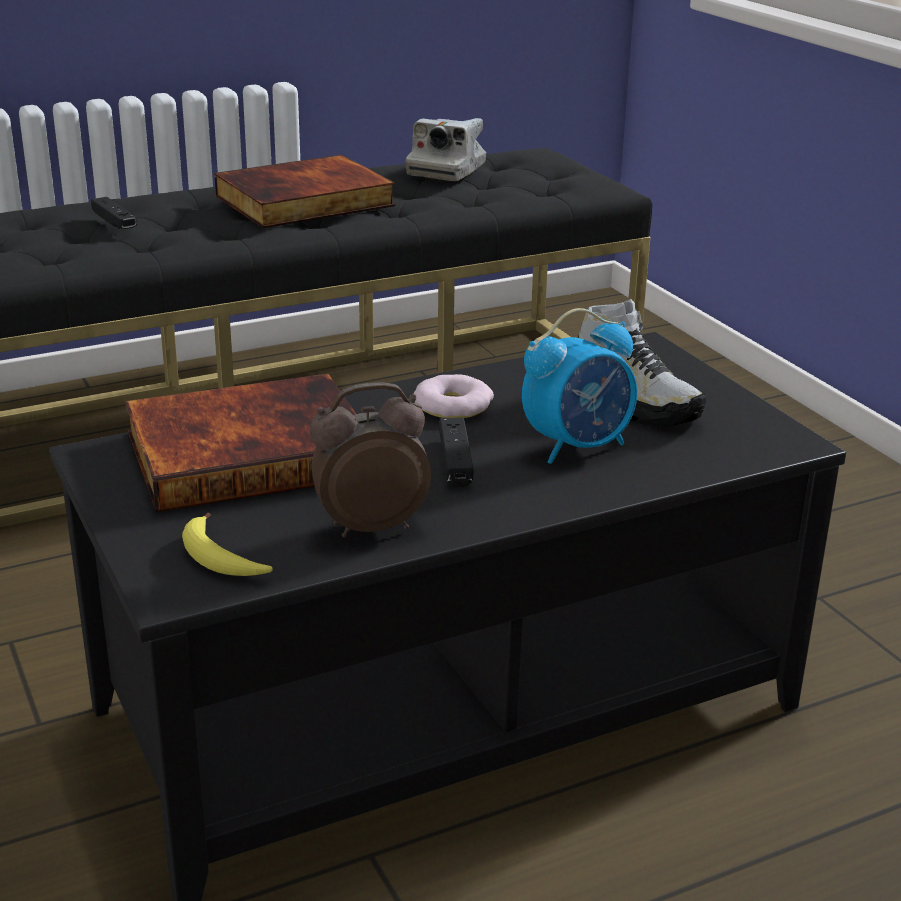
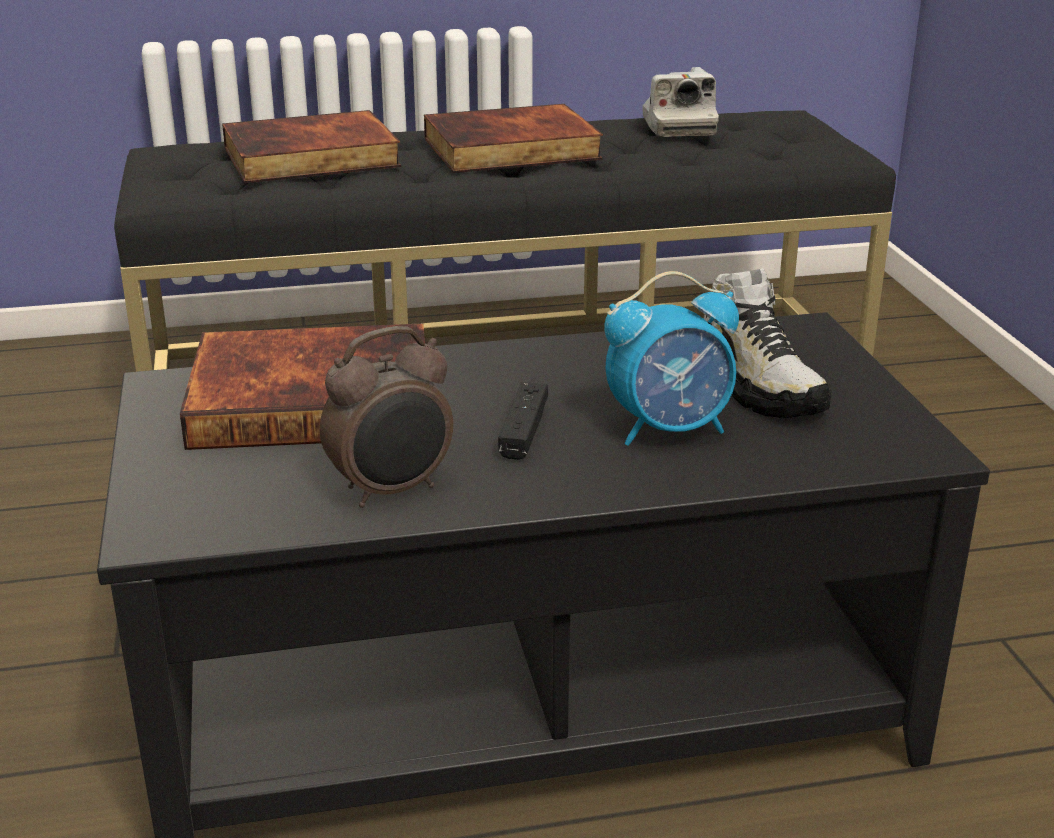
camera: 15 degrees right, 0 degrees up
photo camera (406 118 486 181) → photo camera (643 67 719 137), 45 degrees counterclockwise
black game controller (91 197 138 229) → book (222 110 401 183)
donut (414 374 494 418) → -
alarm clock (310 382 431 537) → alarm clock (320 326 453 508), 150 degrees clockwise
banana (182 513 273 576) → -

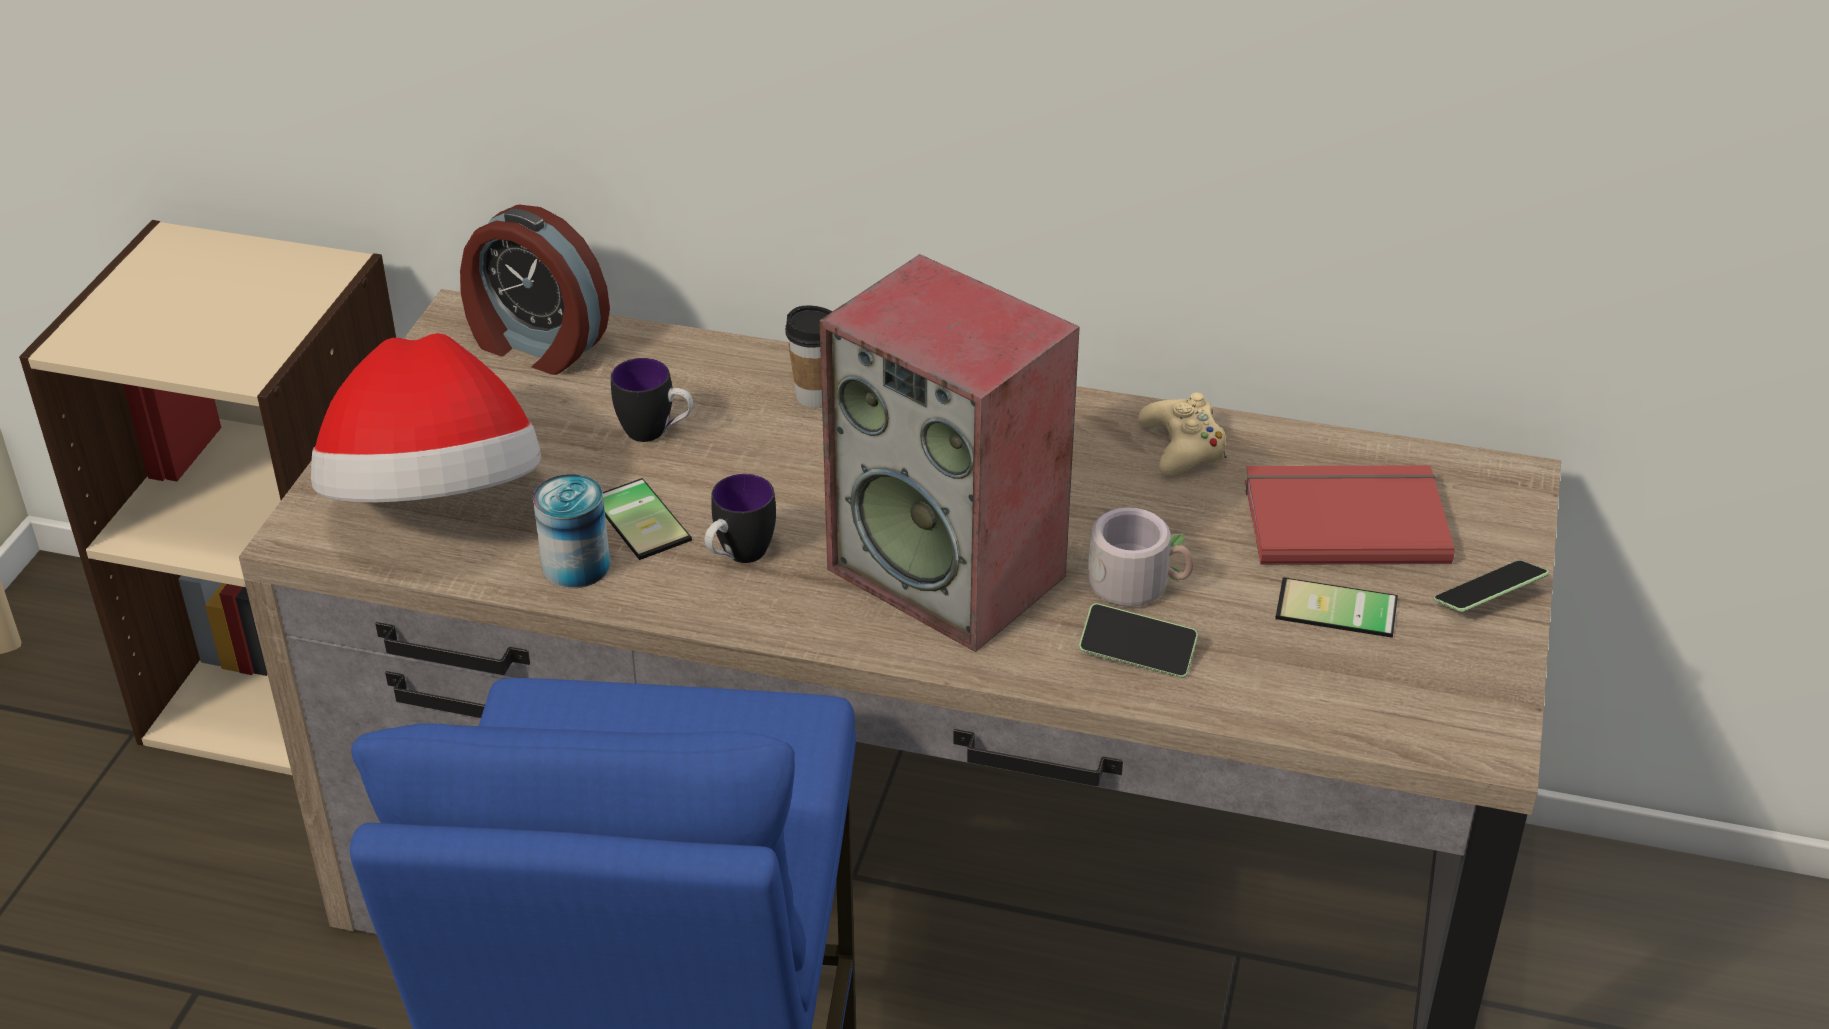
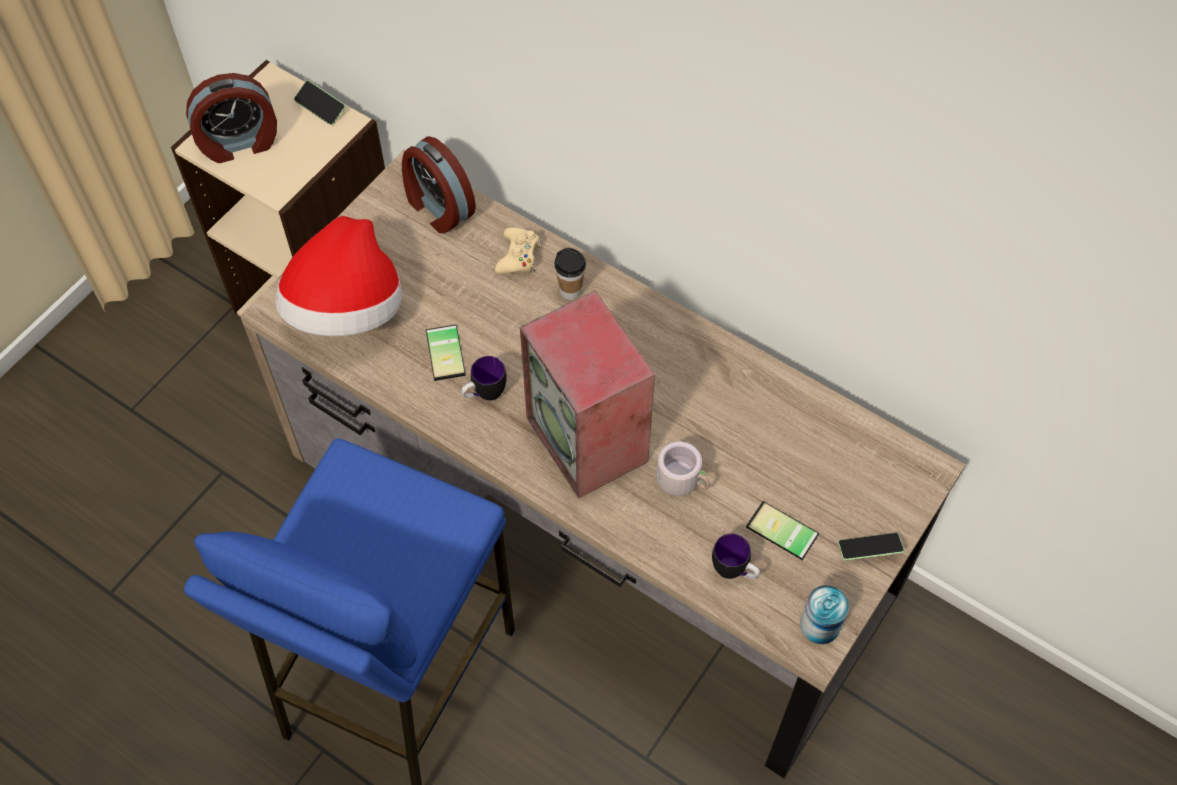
camera: 20 degrees right, 20 degrees up
mug (611 358 693 442) → mug (712 533 760 579), shifted
beige game controller (1138 392 1227 475) → beige game controller (495 227 541 274), shifted
red book (1245 465 1455 565) → -
can (533 474 610 588) → can (800 585 849 644), shifted
phone (1079 603 1198 678) → phone (294 80 346 125), shifted
- → alarm clock (186 73 277 163)

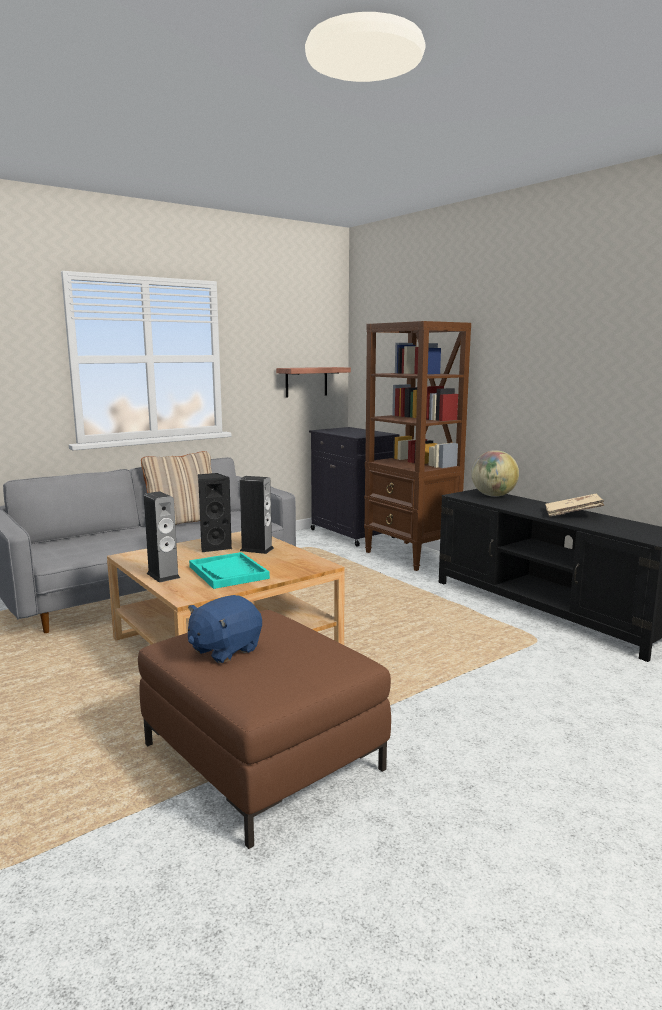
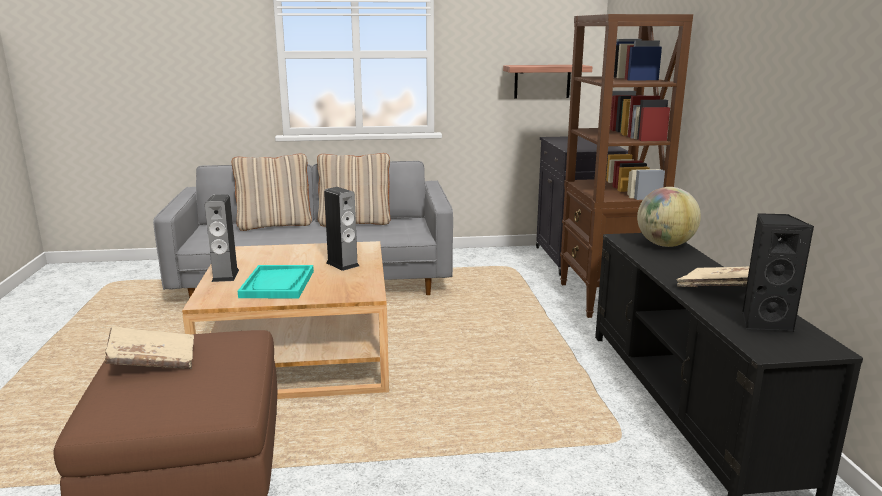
camera: 30 degrees right, 5 degrees up
black speaker (198 473 232 552) → black speaker (742 213 814 332), shifted
blue plush toy (188 595 262 663) → beige book (105 326 194 369)
- → beige pillow (232 154 312 231)

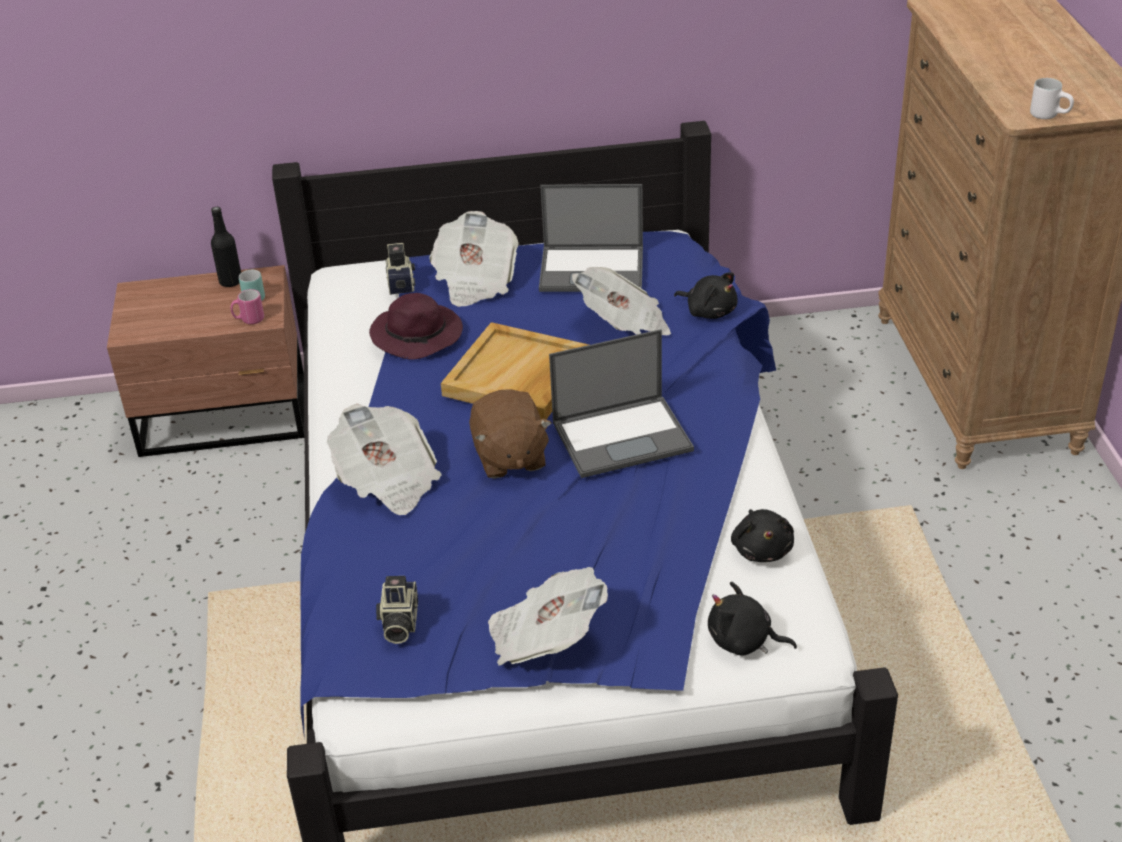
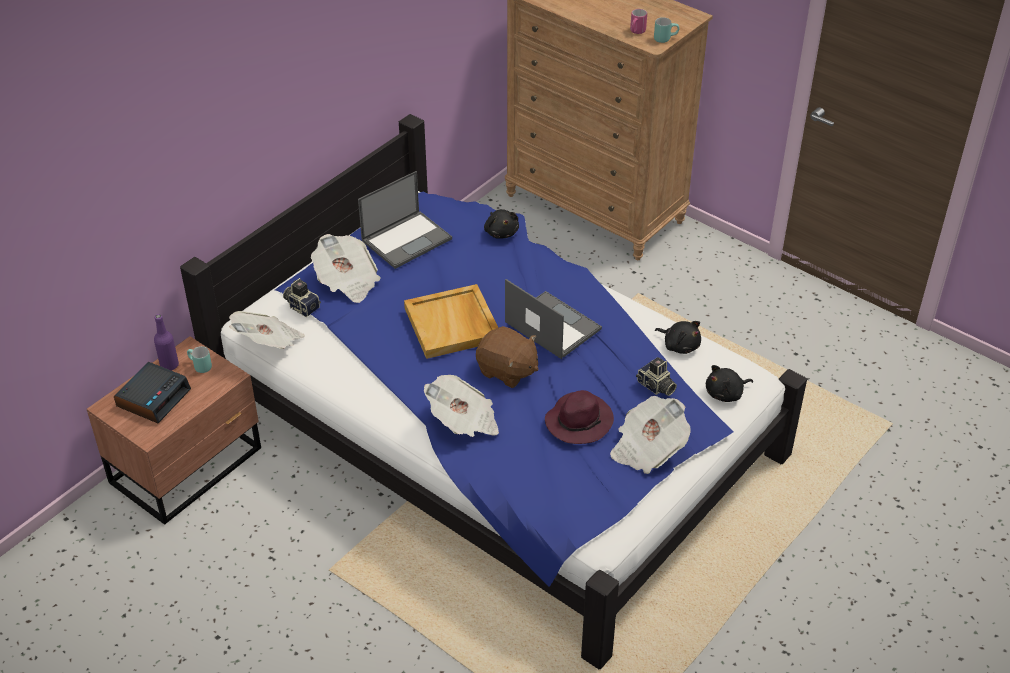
camera: 45 degrees left, 5 degrees up
white mug (1030 78 1074 119) → turquoise mug (654 17 679 43)
black bottle (211 207 241 287) → purple bottle (154 314 179 371)
newspaper (572 267 671 335) → newspaper (229 311 305 349), shifted
black plush toy (674 272 738 319) → black plush toy (484 209 519 239), 75 degrees clockwise
pink mug (231 289 264 324) → pink mug (630 9 647 34), shifted
purple hat (369 293 463 360) → purple hat (545 390 614 444), shifted
laptop (549 329 694 478) → laptop (505 279 602 359), 75 degrees counterclockwise
photo camera (376 576 418 644) → photo camera (636 357 677 396), shifted
- → alarm clock (114 362 191 423)

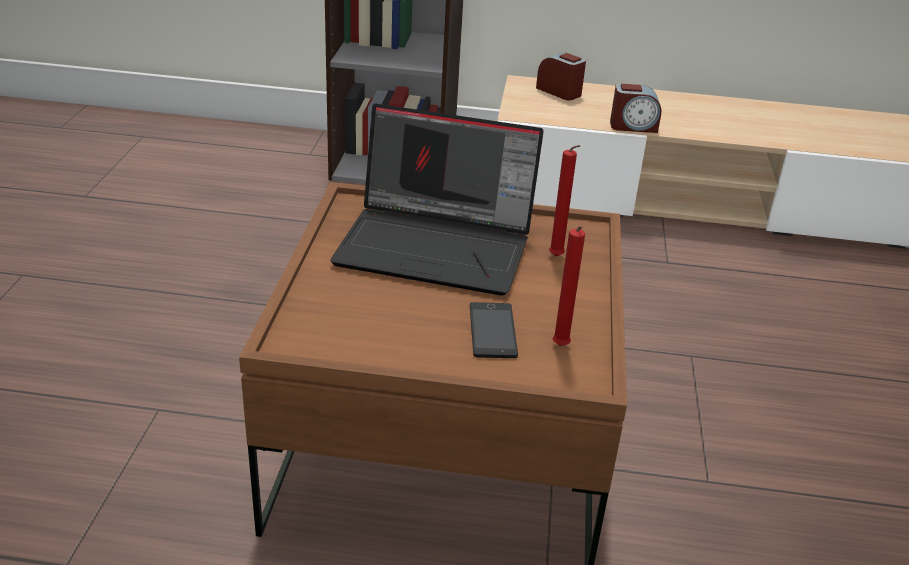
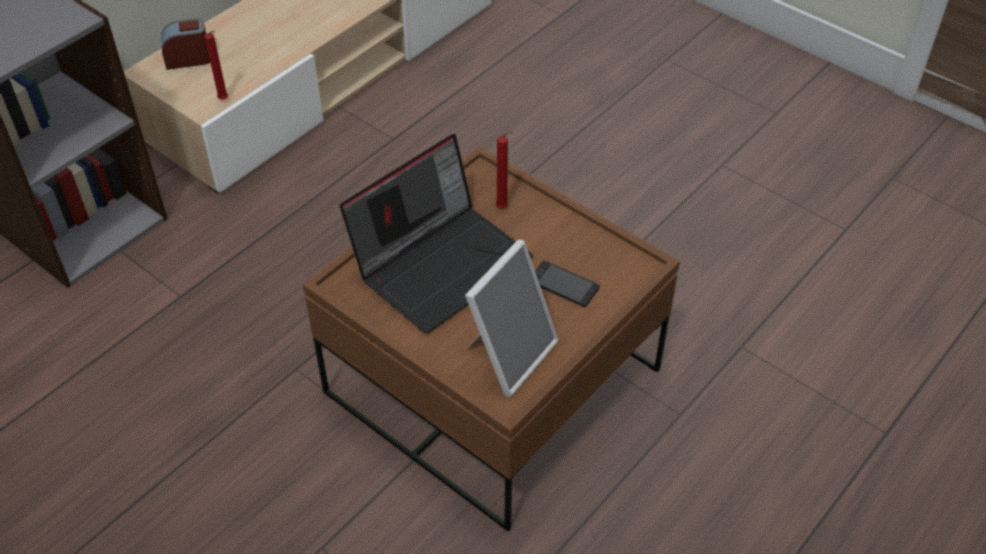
camera: 55 degrees left, 15 degrees up
alarm clock (610 83 661 133) → -
red candle (552 226 585 346) → red candle (205 31 228 100), shifted
- → picture frame (465 239 559 397)

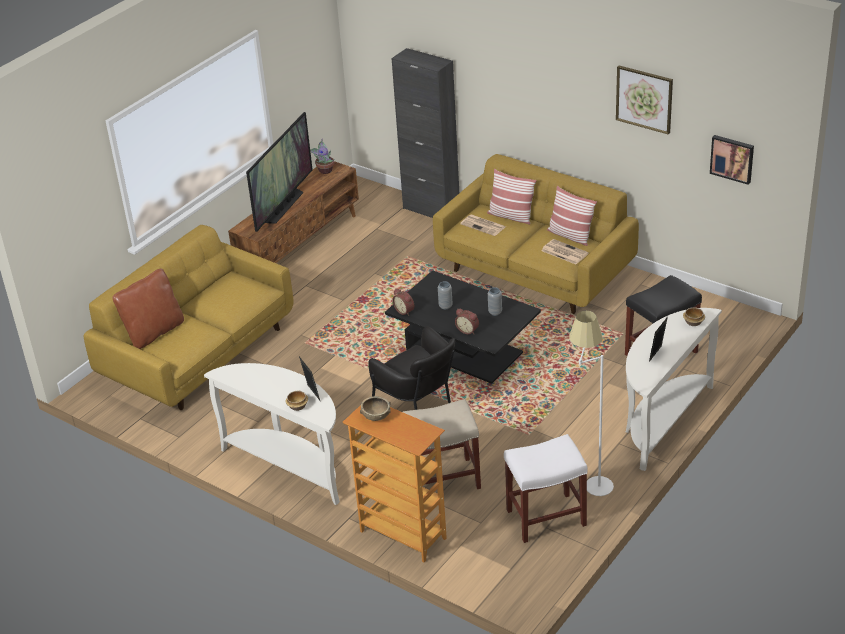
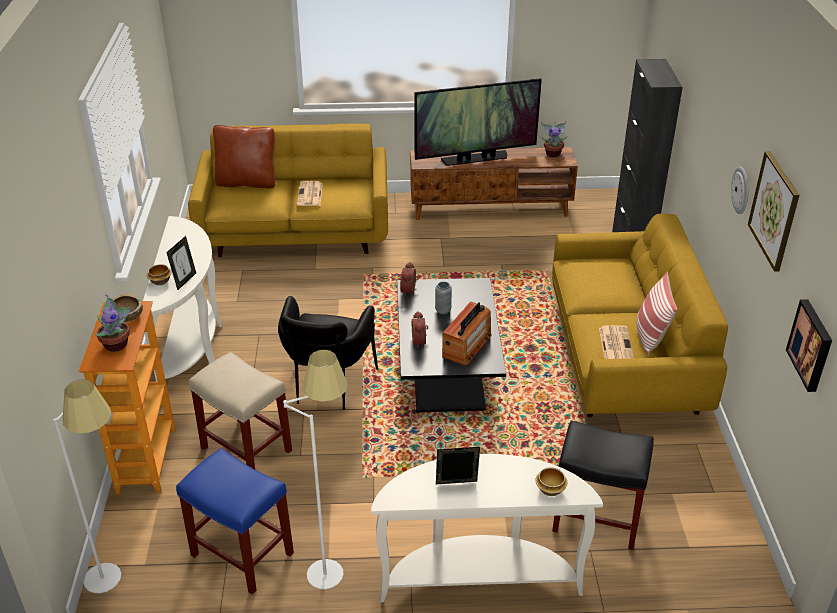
camera: 50 degrees right, 0 degrees up
pillow (487 169 537 224) → -
newspaper (460 214 506 236) → newspaper (297 181 323 206), shifted
grey vase (488 287 502 316) → radio (442 301 492 366)
white stool (504 434 588 543) → blue stool (176 448 294 594)
- → wall clock (731 166 749 214)
- → potted plant (94 294 133 352)
- → white floor lamp (53 379 121 593)

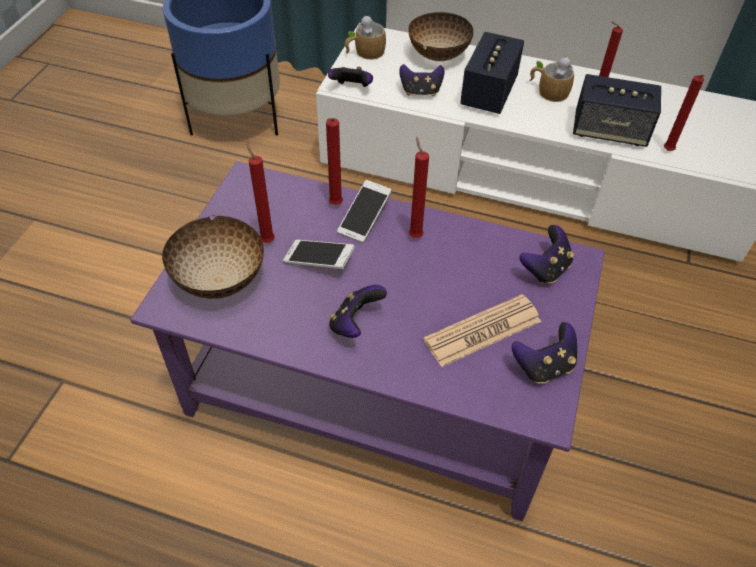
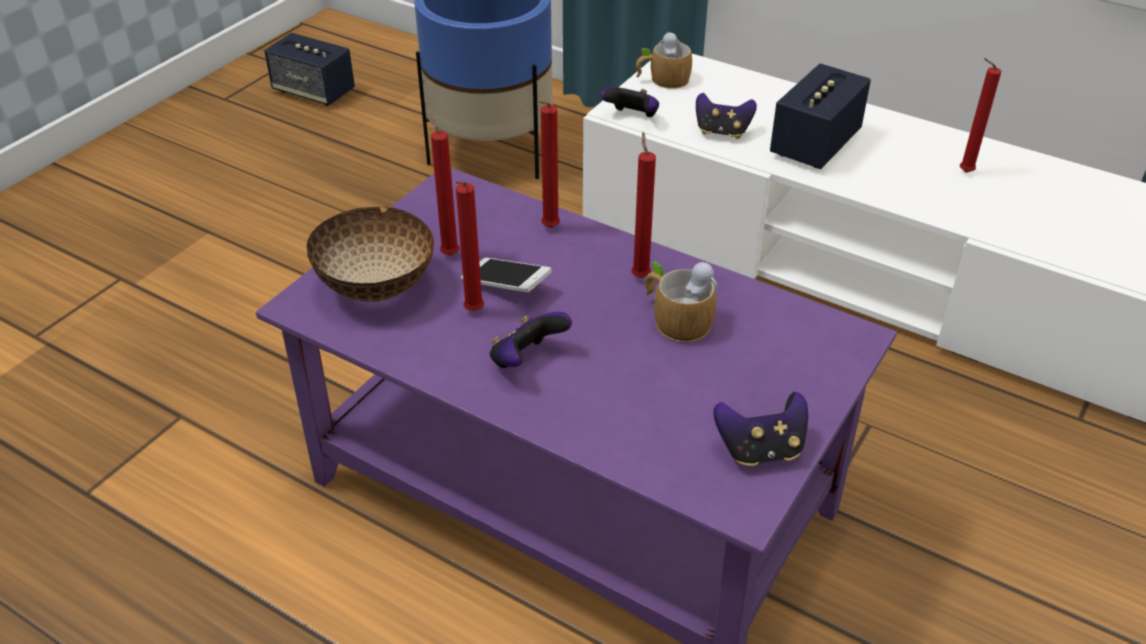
camera: 15 degrees right, 10 degrees down
bowl (409 12 474 61) → -
mug (530 56 574 102) → mug (644 260 718 342), shifted
speaker (573 74 661 147) → speaker (264 33 355 106), shifted
red candle (664 75 705 151) → red candle (455 181 484 311), shifted
phone (337 180 392 243) → -
game controller (519 225 574 284) → -
newspaper (423 294 541 367) → -

